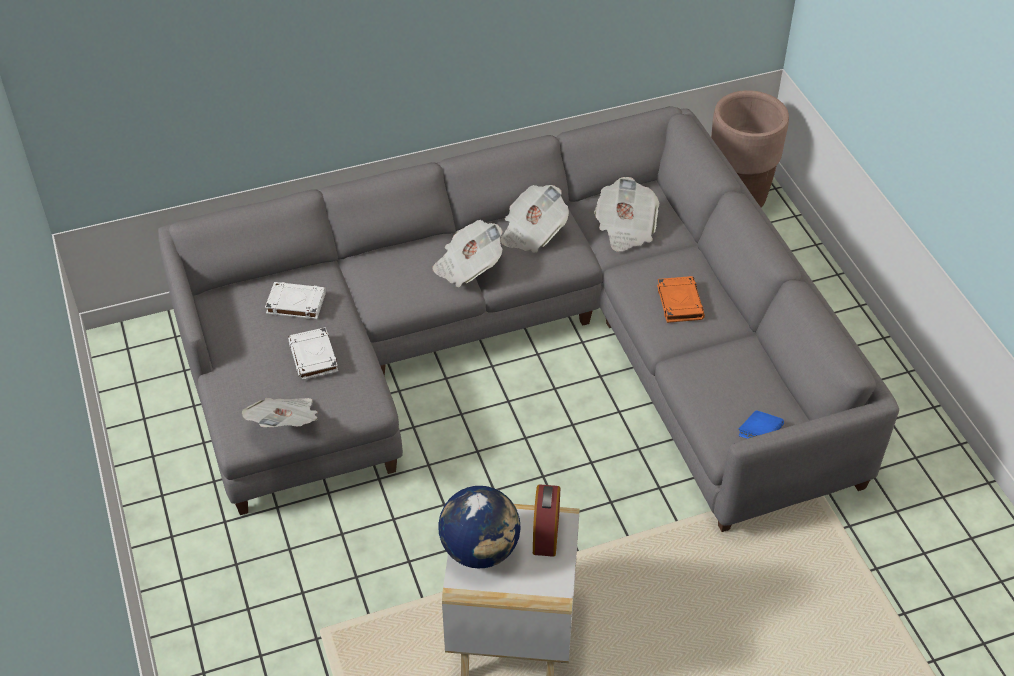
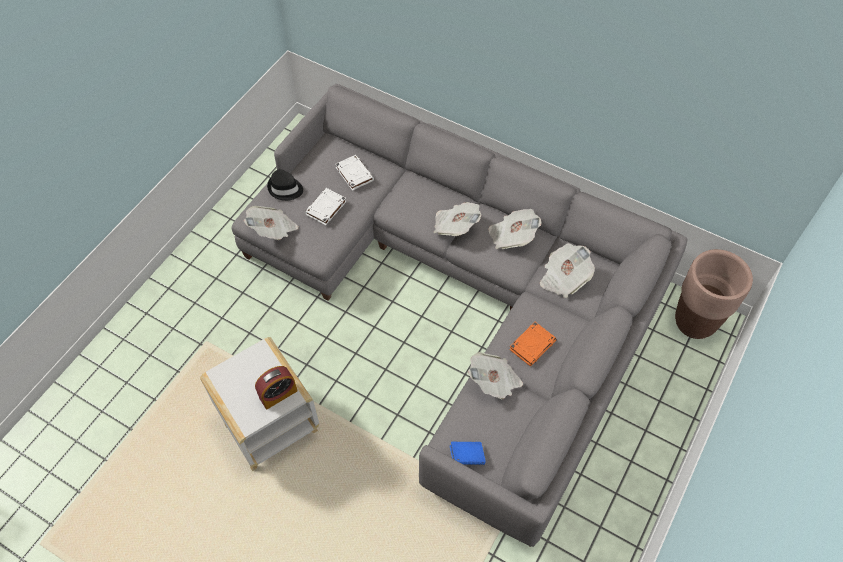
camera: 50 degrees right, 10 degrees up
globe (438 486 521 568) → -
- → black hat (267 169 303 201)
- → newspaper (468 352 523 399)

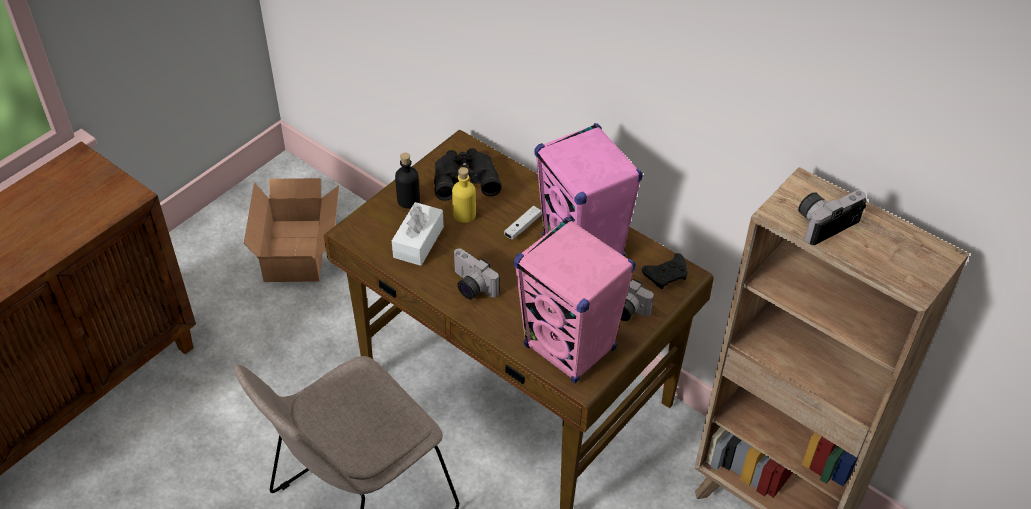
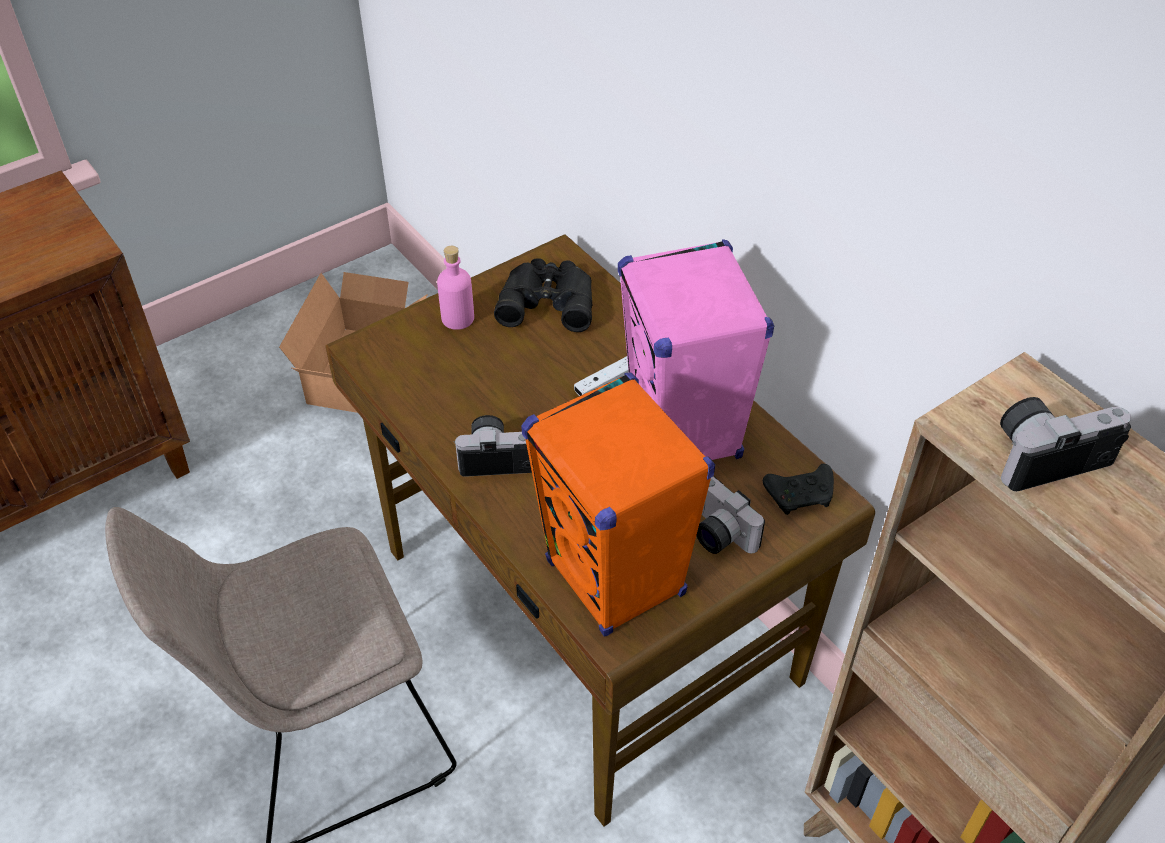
camera: 15 degrees right, 0 degrees up
black bottle (395 153 420 209) → pink bottle (437 246 474 330)
yellow bottle (452 167 476 223) → -
white tissue box (392 202 444 266) → -
pink speaker (514 217 636 383) → orange speaker (521 373 715 637)
photo camera (454 248 500 299) → photo camera (454 415 532 477), 120 degrees clockwise

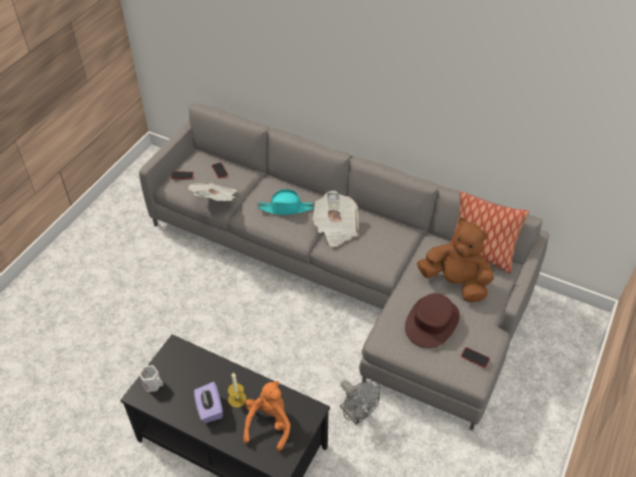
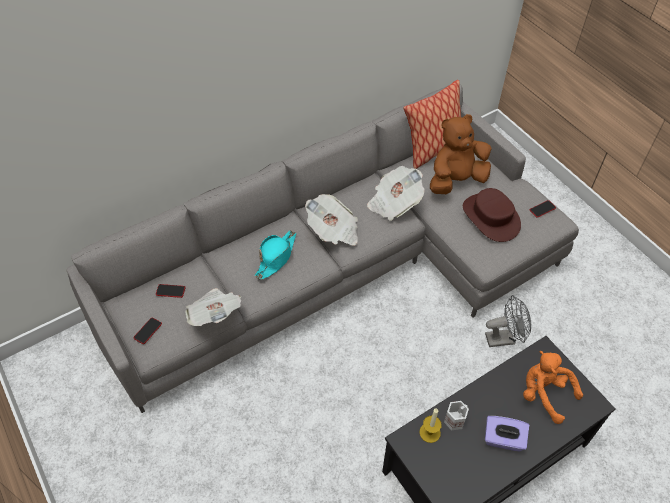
camera: 60 degrees left, 5 degrees up
white mug (139 365 163 392) → white mug (444 401 469 430), shifted
candle (228 373 247 408) → candle (419 408 442 443), shifted
- → newspaper (367 166 425 221)

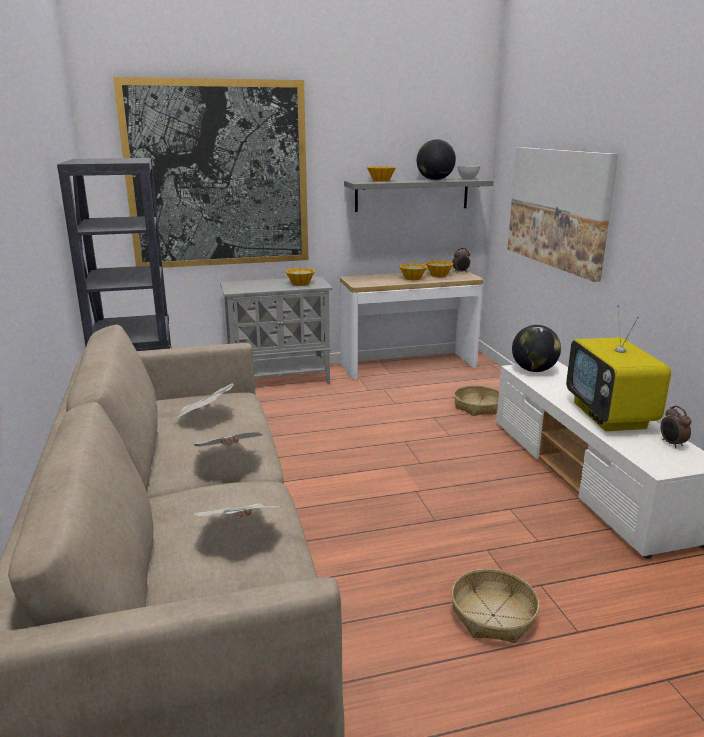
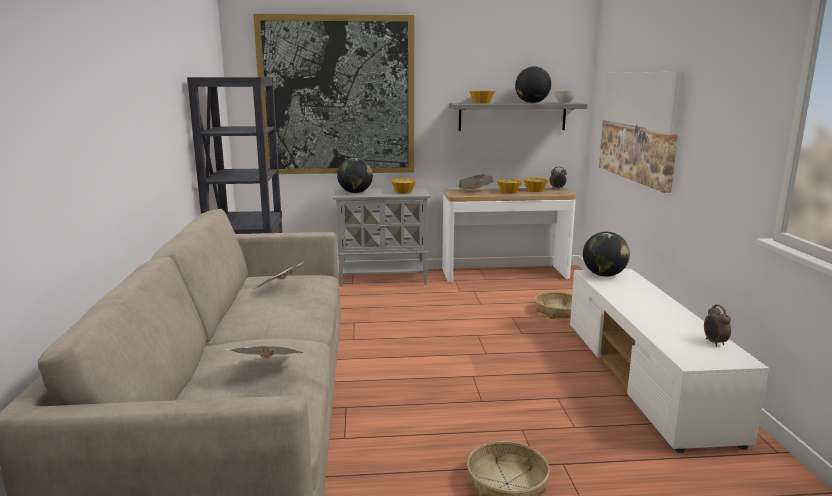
camera: 10 degrees right, 5 degrees down
television (566 305 671 431) → -
newspaper (194 432 262 447) → newspaper (459 174 493 189), shifted
- → globe (337 157 373 193)

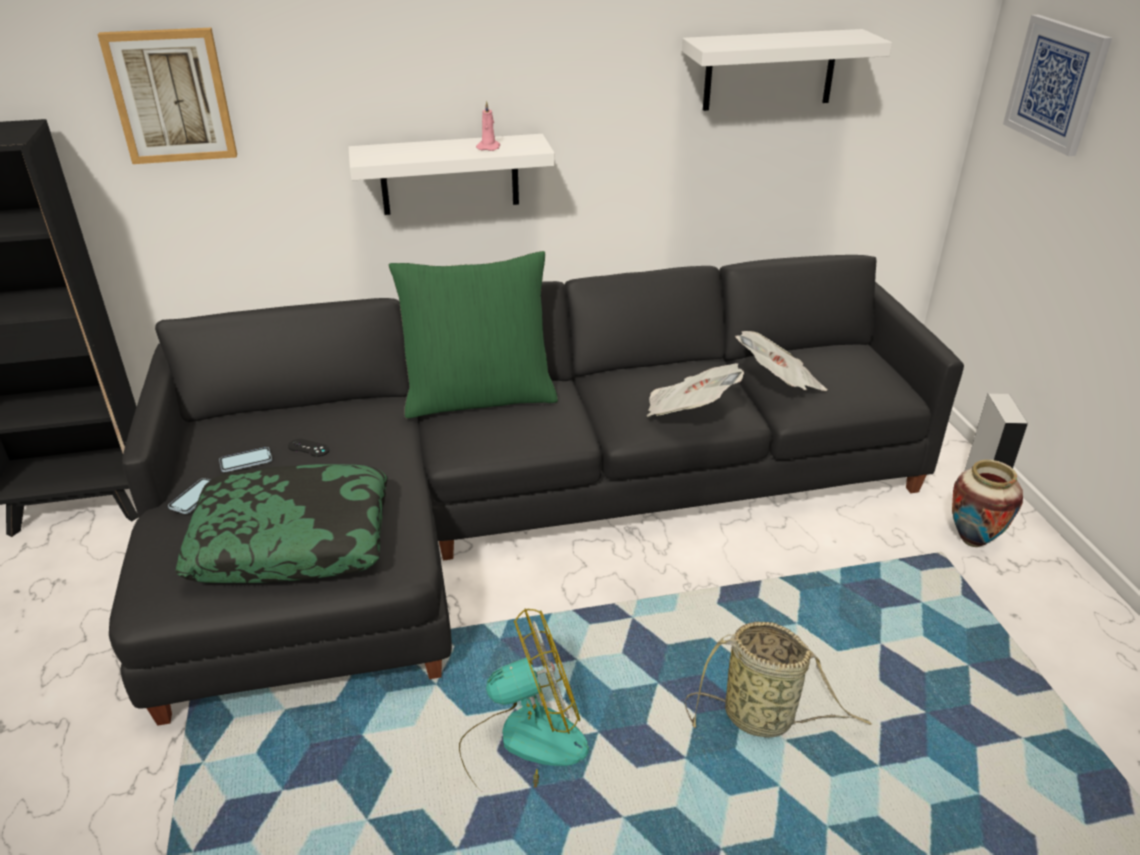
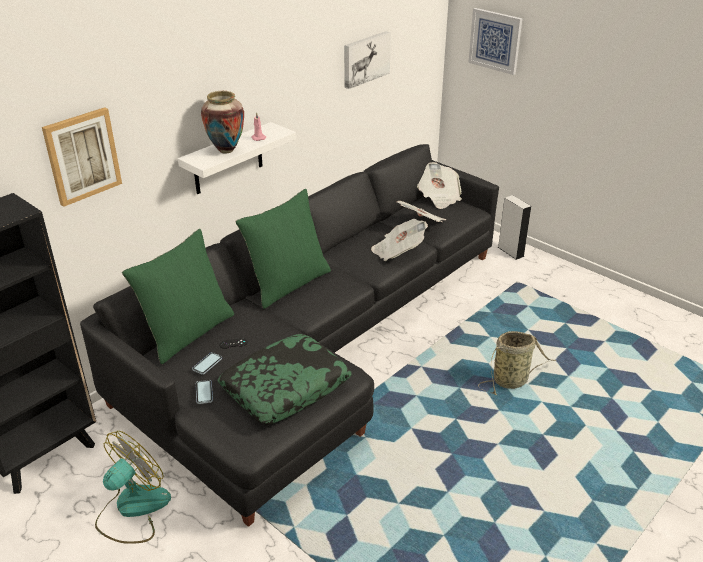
camera: 35 degrees left, 0 degrees up
white shelf (682 29 892 111) → picture (344 31 391 89)
vase (952 460 1023 547) → vase (201 91 244 154), shifted
fan (459 609 589 797) → fan (95 431 171 544), shifted
- → newspaper (417 162 462 209)
- → green pillow (122 229 234 364)

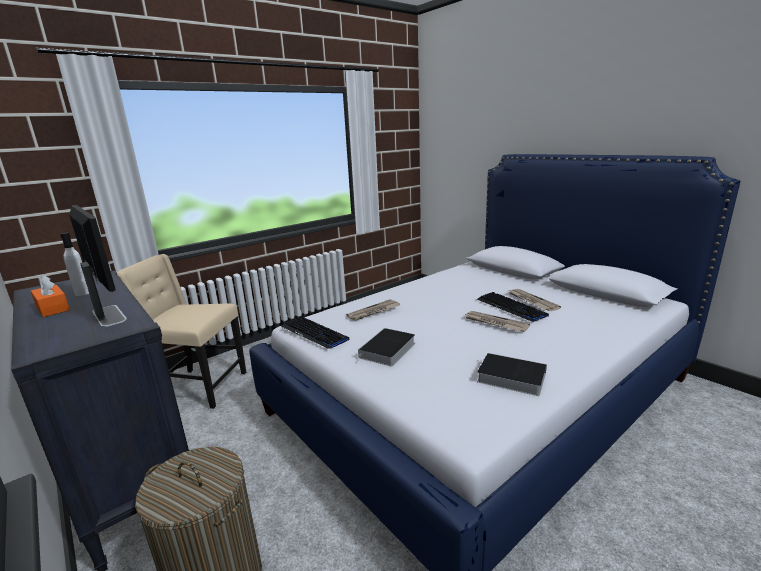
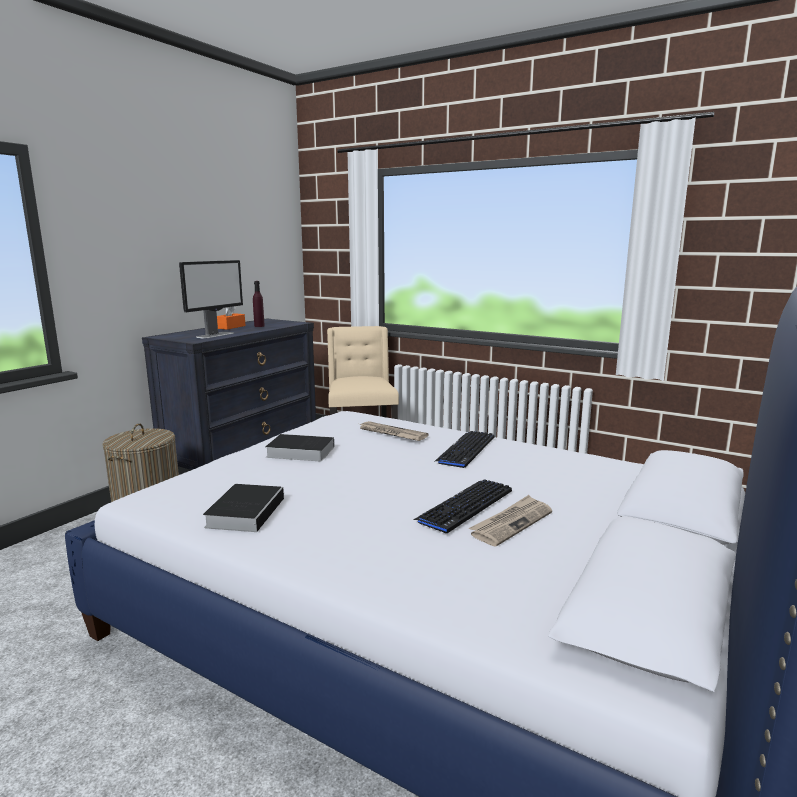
camera: 70 degrees right, 5 degrees down
white bottle (61 233 89 296) → purple bottle (253 281 265 327)
newspaper (464 311 530 332) → -
keyboard (281 316 349 349) → keyboard (434 431 494 468), shifted

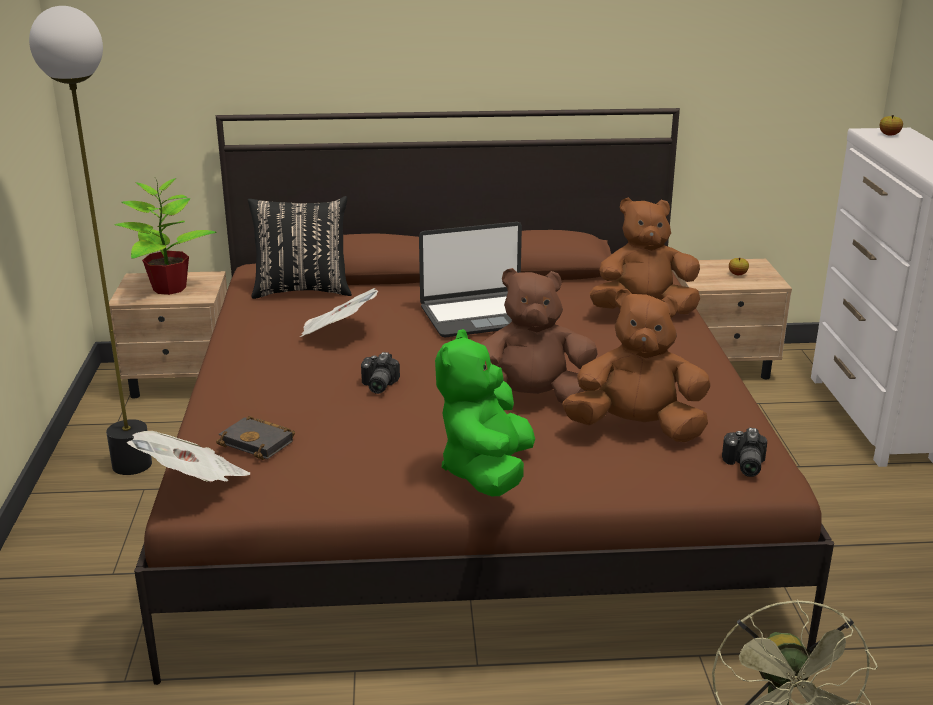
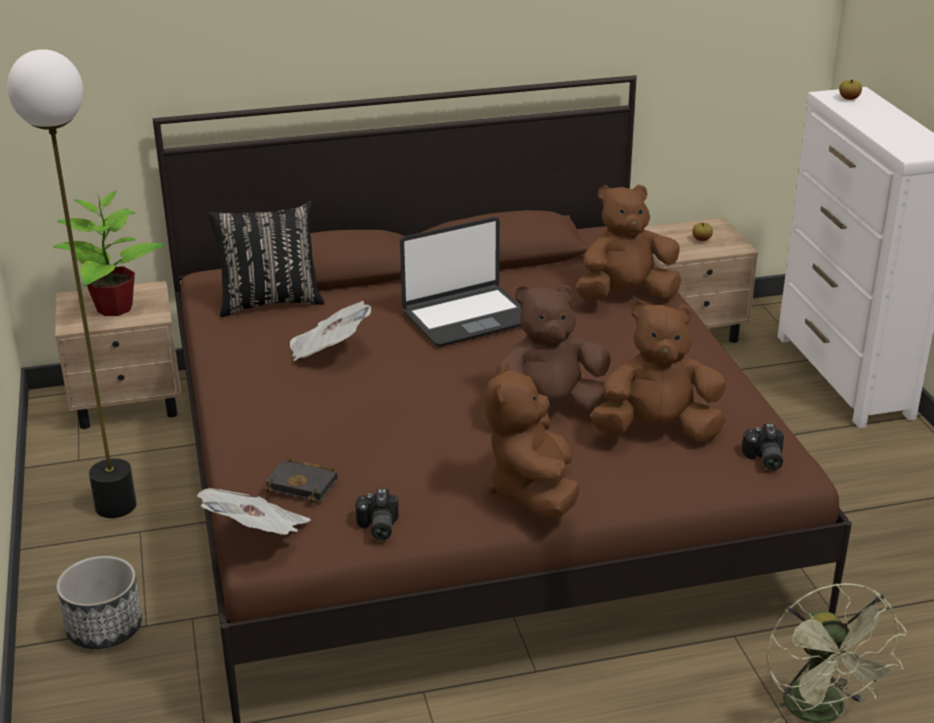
camera: 10 degrees left, 5 degrees up
green plush toy (435 329 535 496) → brown plush toy (485 362 579 519)
photo camera (361 352 400 394) → photo camera (356 489 399 541), shifted
- → planter (56 556 142 649)

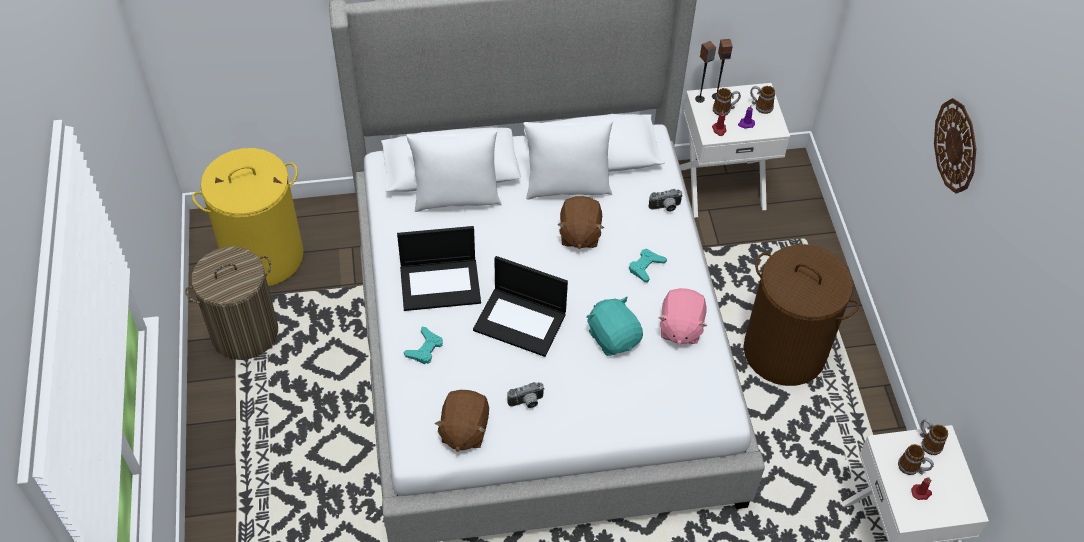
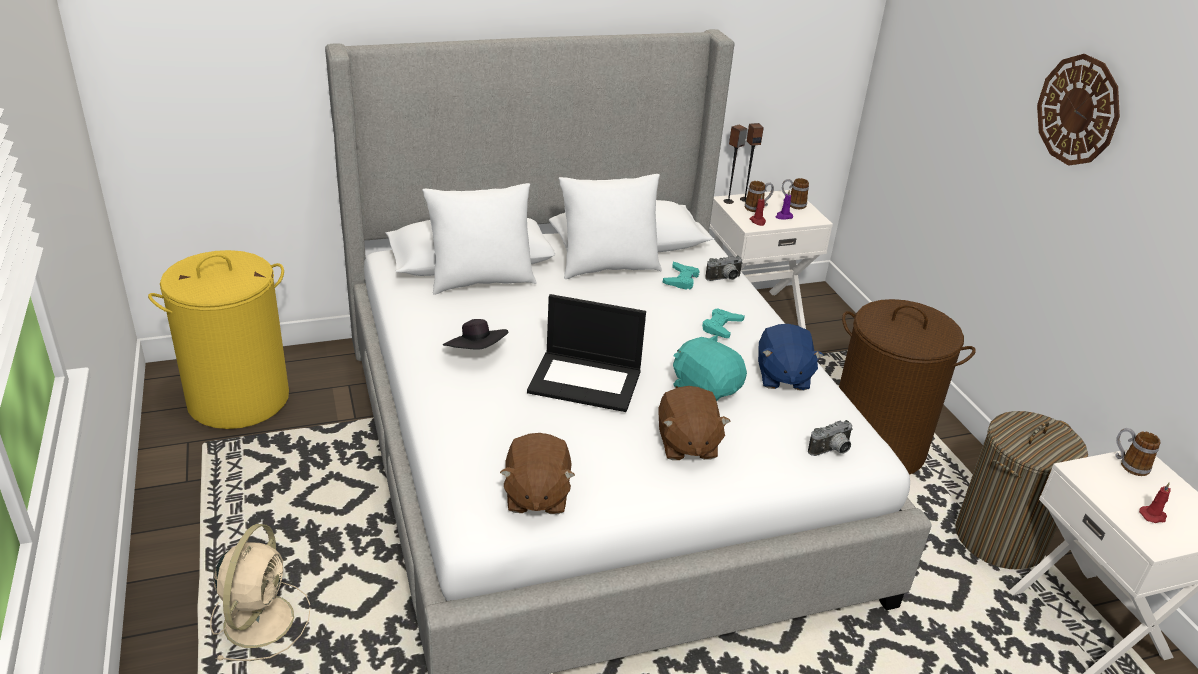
camera: 10 degrees left, 20 degrees down
brown plush toy (558 196 604 249) → brown plush toy (658 386 731 460), shifted
laptop (397 226 481 311) → black hat (443 319 508 350)
laundry basket (185 247 278 360) → laundry basket (955 411 1088 570), shifted
pink plush toy (659 288 707 345) → blue plush toy (758 324 824 391)
turquoise game controller (404 327 443 364) → turquoise game controller (663 262 700 290), shifted
photo camera (508 382 545 408) → photo camera (808 420 853 456), shifted
mug (898 444 934 475) → -
- → beige fan (210 524 310 661)

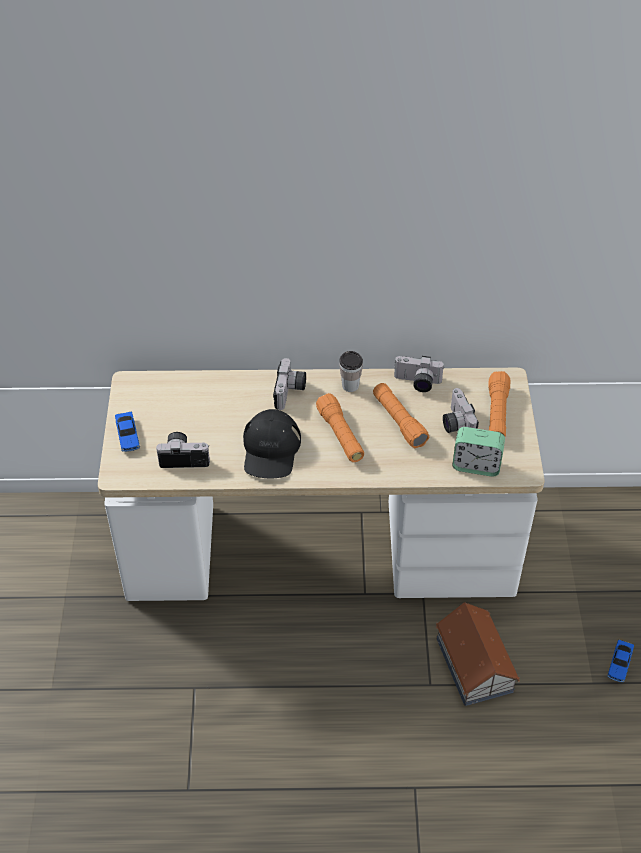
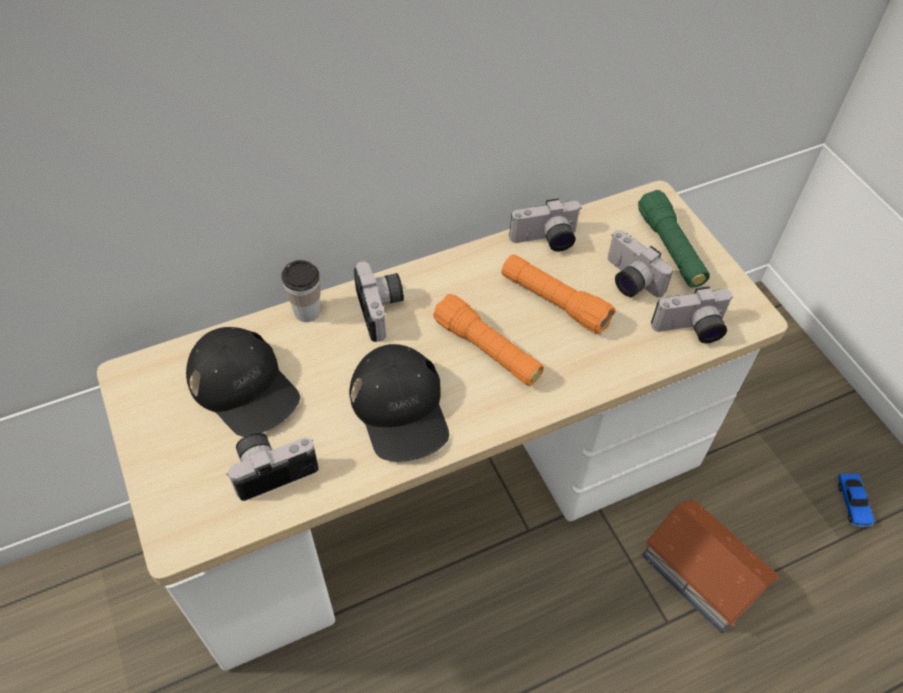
camera: 25 degrees left, 5 degrees up
cup (339 351 363 392) → cup (282 260 321 322), shifted
orange flashlight (488 371 510 436) → green flashlight (638 190 710 288)
toy car (115 412 140 452) → -
alarm clock (452 427 505 477) → photo camera (651 286 734 343)
- → black cap (186 327 300 437)

